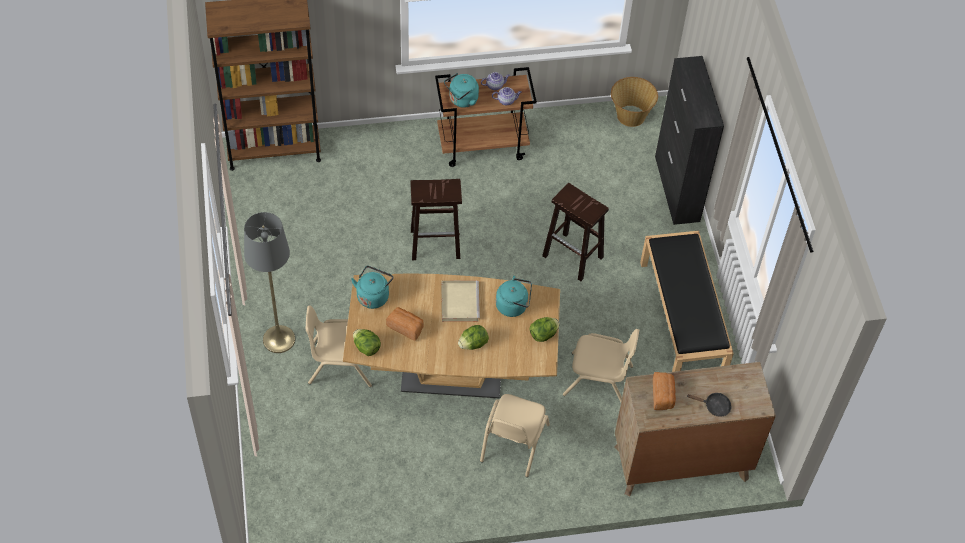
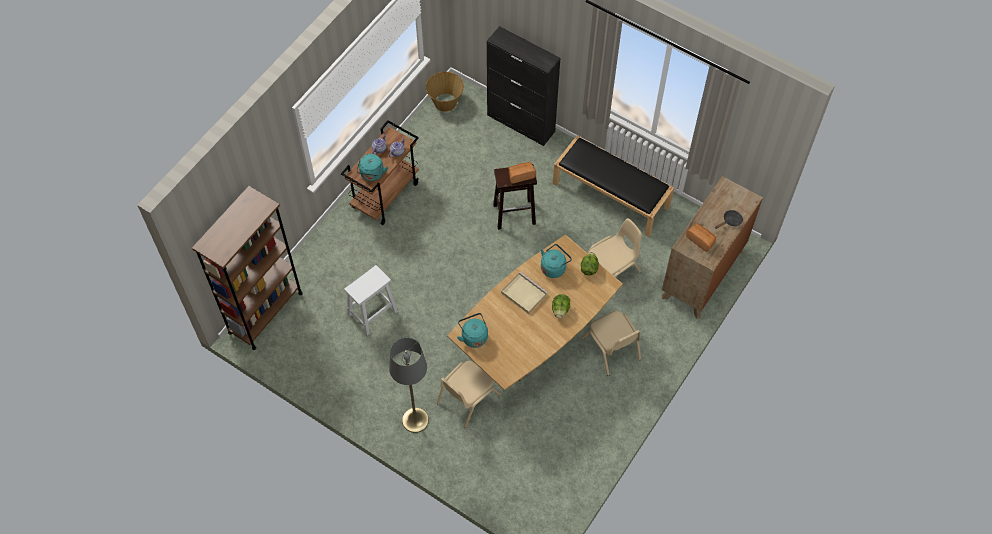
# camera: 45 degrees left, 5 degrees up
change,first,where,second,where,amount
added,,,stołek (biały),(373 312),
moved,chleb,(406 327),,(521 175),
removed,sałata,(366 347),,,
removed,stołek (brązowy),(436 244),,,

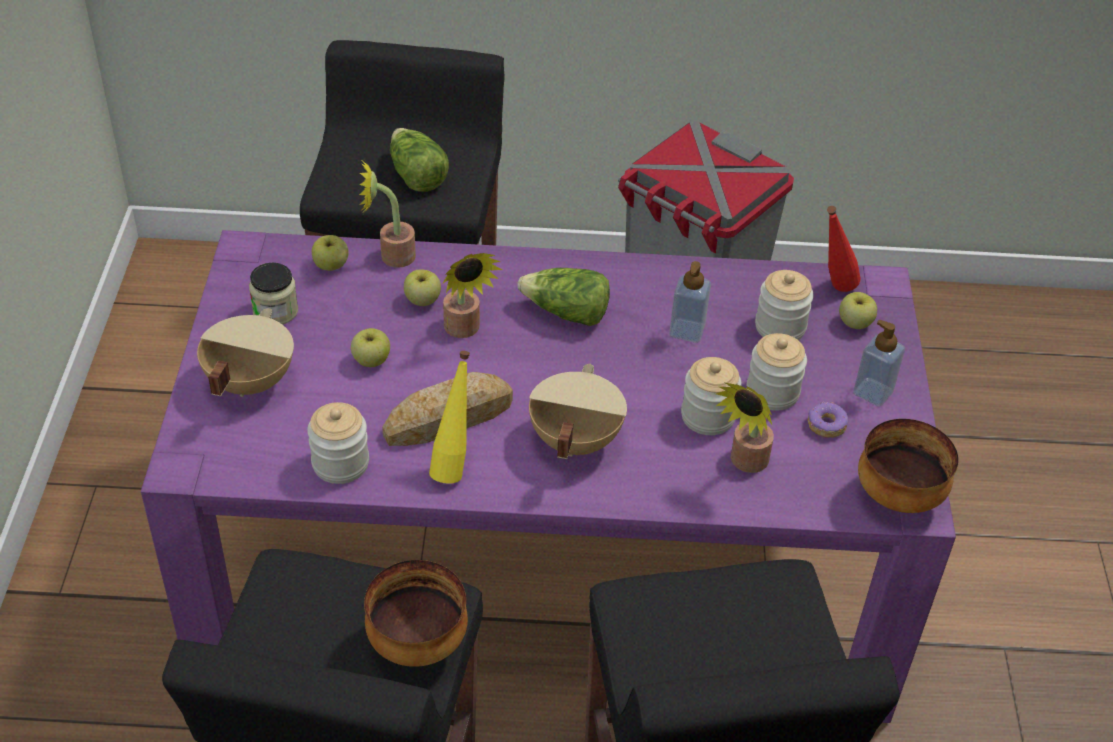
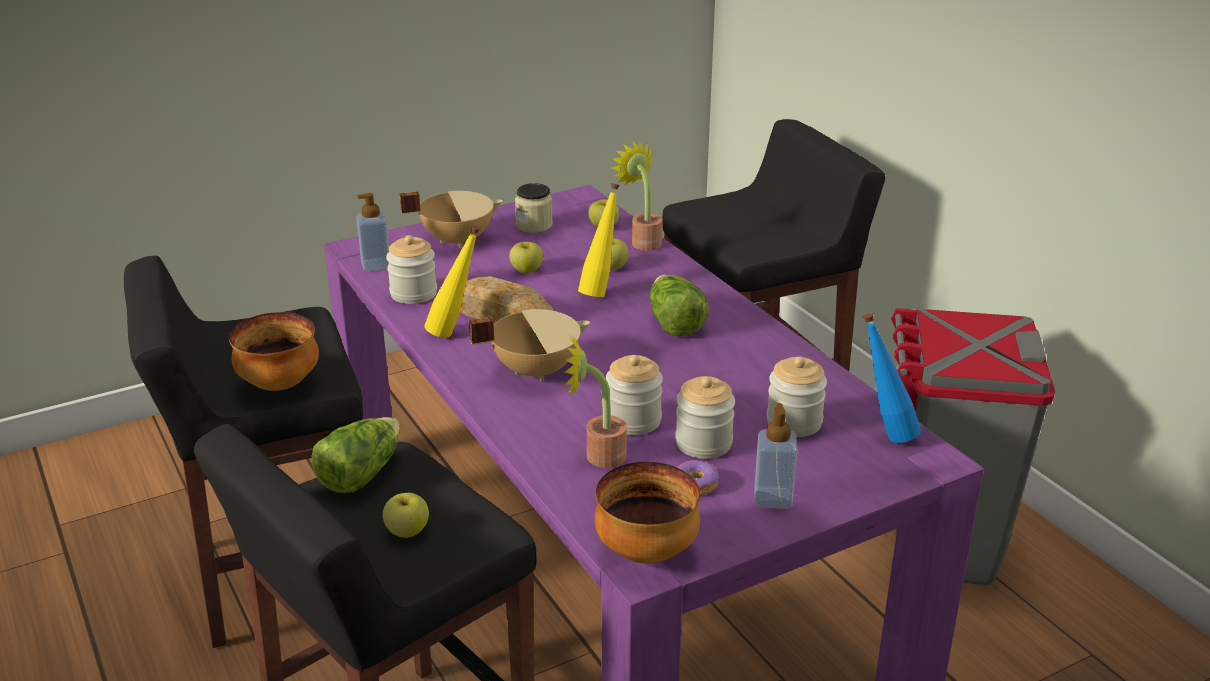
# camera: 60 degrees right, 15 degrees down
change,first,where,second,where,amount
moved,sałata,(416 176),,(360 474),
moved,dozownik mydła,(687 331),,(376 265),
moved,jabłko,(854 323),,(407 531),
replaced,roślina doniczkowa,(464 331),butelka (żółty),(600 291),
recoloured,butelka (czerwony),(832 290),butelka (niebieski),(884 434),

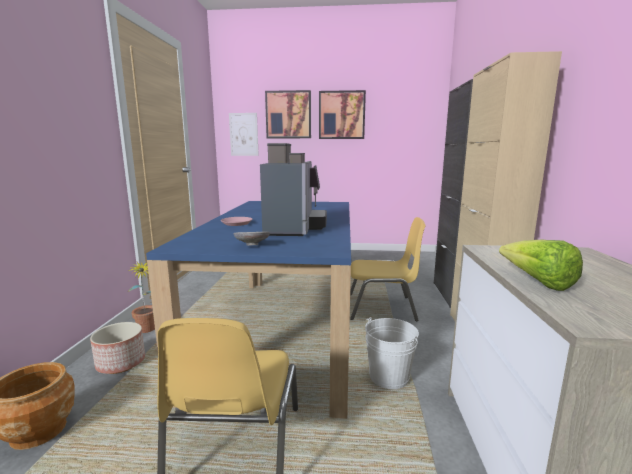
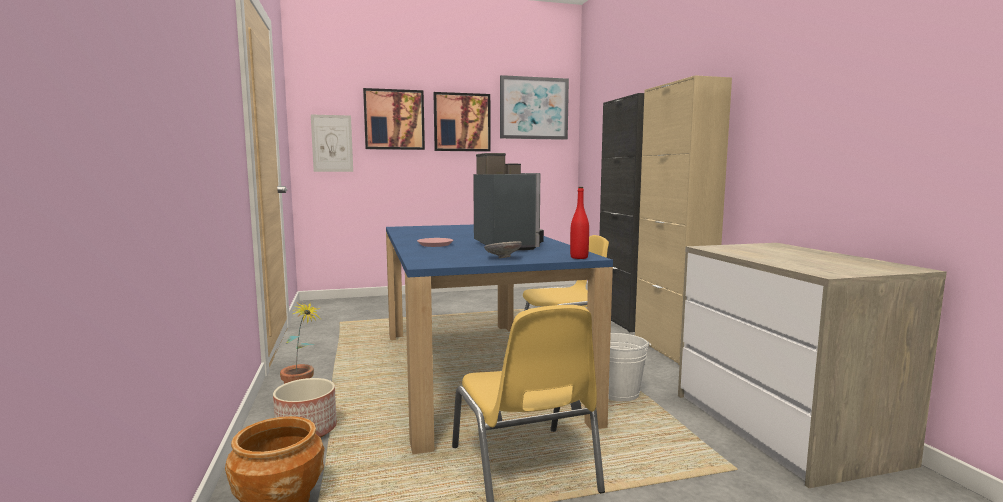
# camera: 20 degrees left, 5 degrees down
change,first,where,second,where,amount
added,,,obraz,(534 108),
added,,,butelka (czerwony),(579 257),
removed,sałata,(537 283),,,

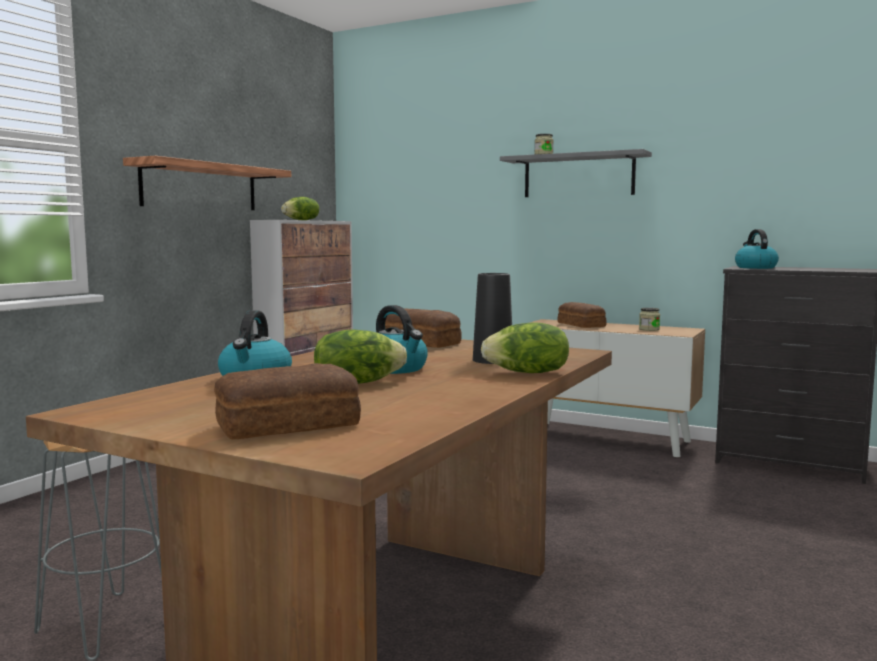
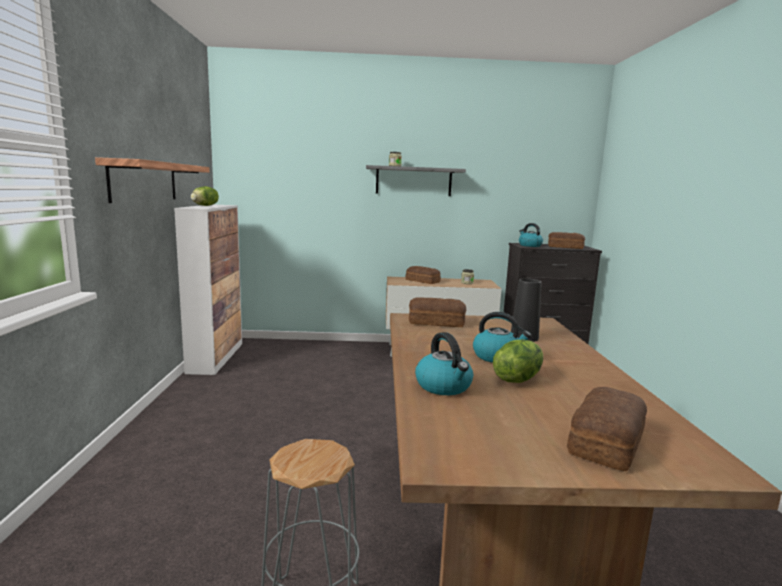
# camera: 30 degrees left, 5 degrees up
change,first,where,second,where,amount
added,,,chleb,(564 247),
removed,sałata,(528 373),,,

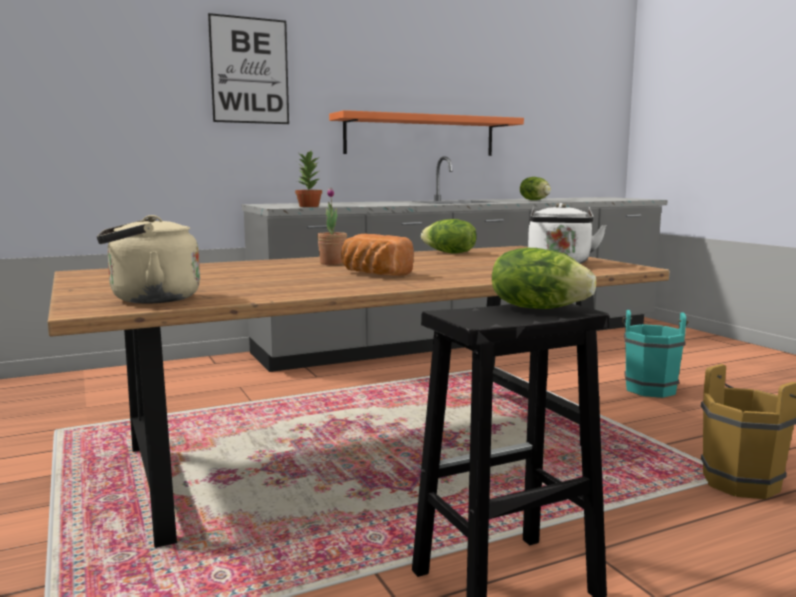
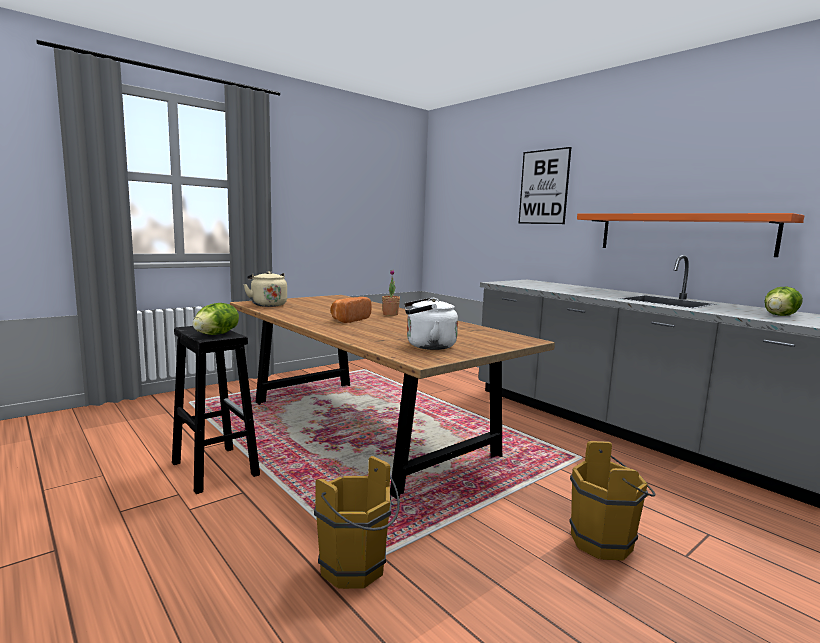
# camera: 75 degrees right, 0 degrees up
change,first,where,second,where,amount
recoloured,wiadro (turkusowy),(650 388),wiadro (brązowy),(606 542),
removed,roślina doniczkowa,(308 206),,,
removed,sałata,(449 253),,,

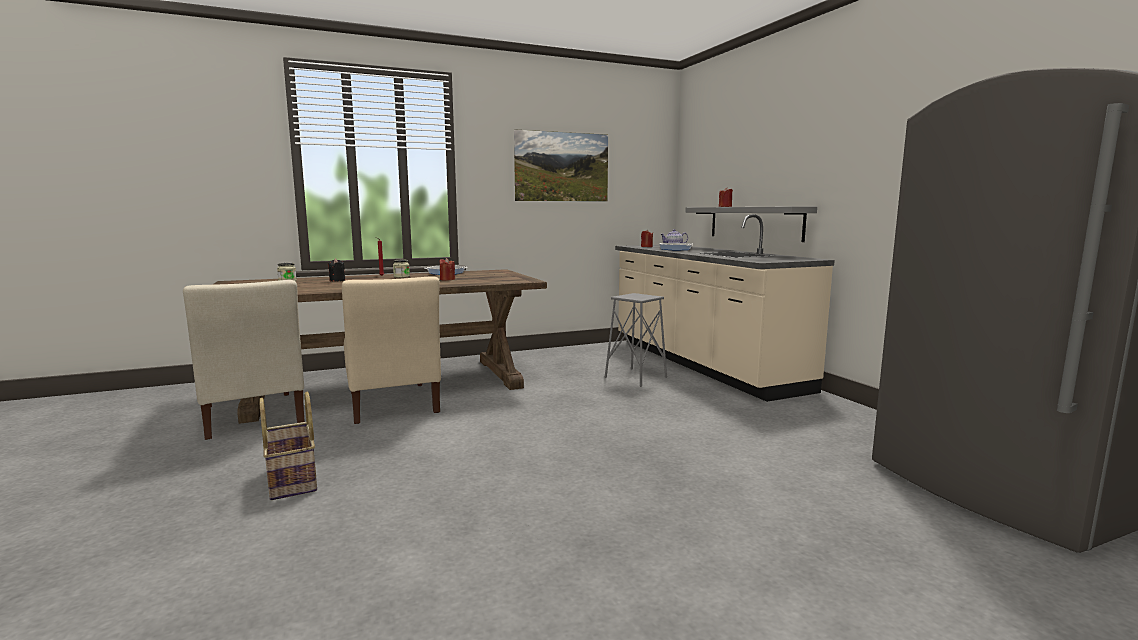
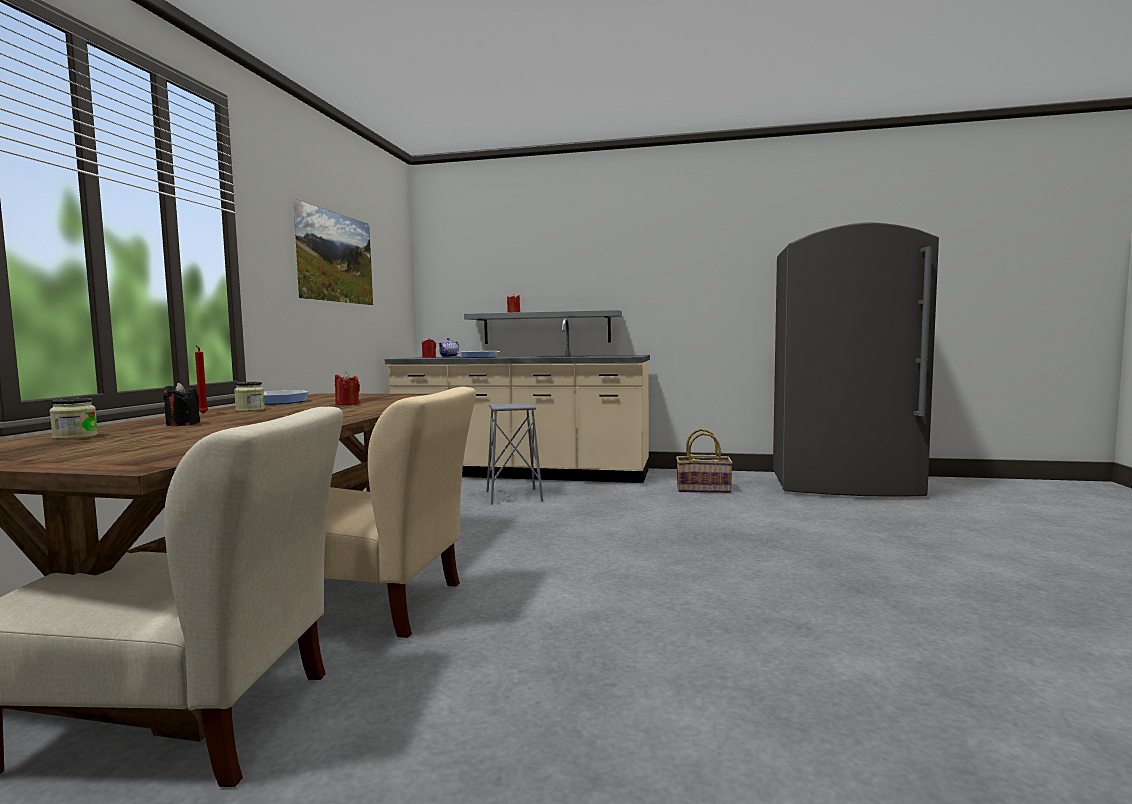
# camera: 55 degrees left, 5 degrees down
change,first,where,second,where,amount
moved,koszyk,(293 480),,(703 489),

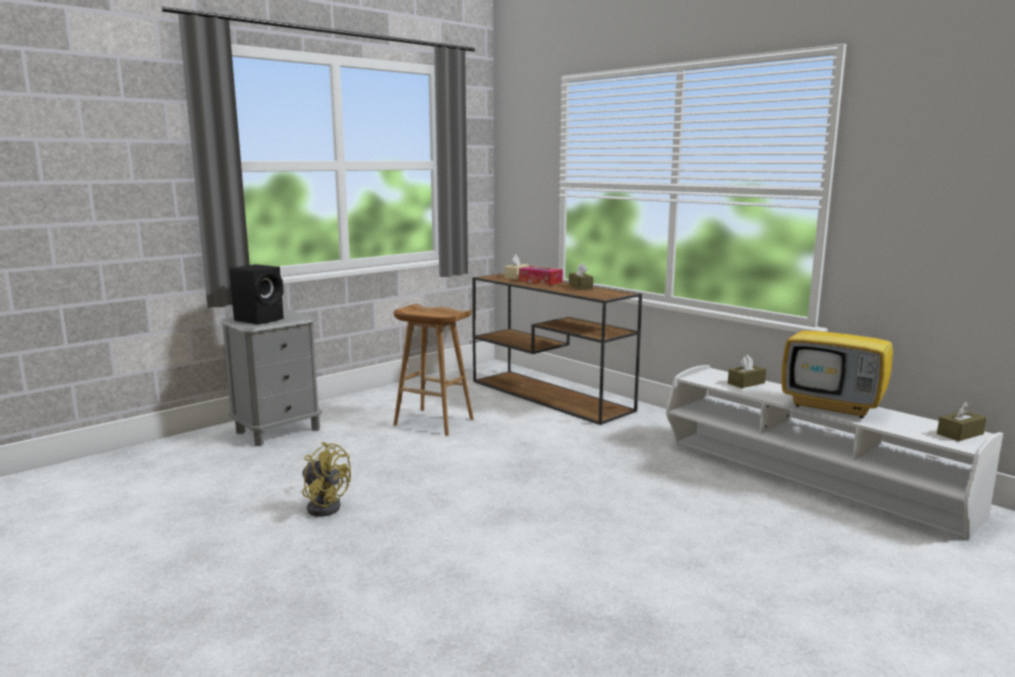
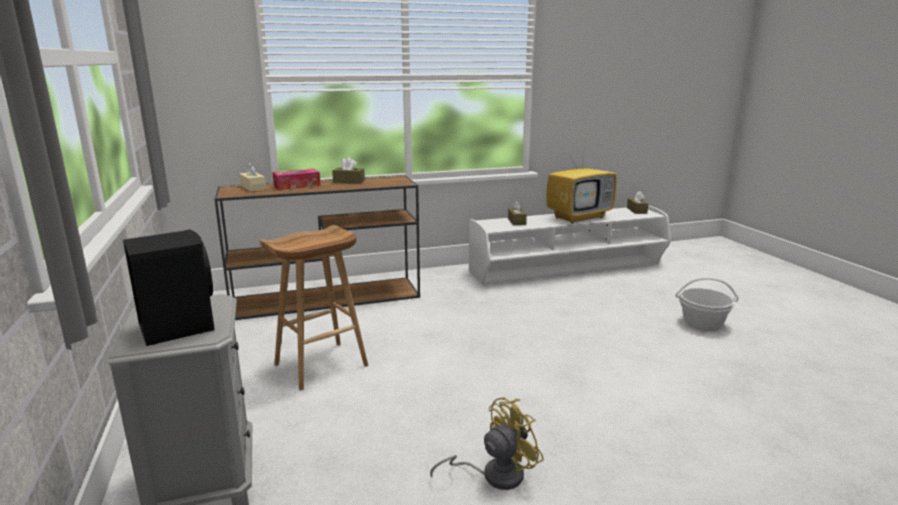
# camera: 65 degrees left, 5 degrees up
change,first,where,second,where,amount
added,,,koszyk,(702 323),

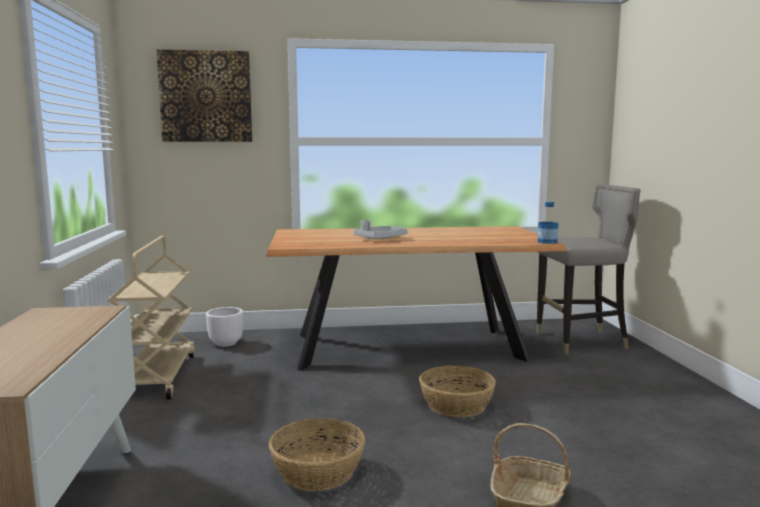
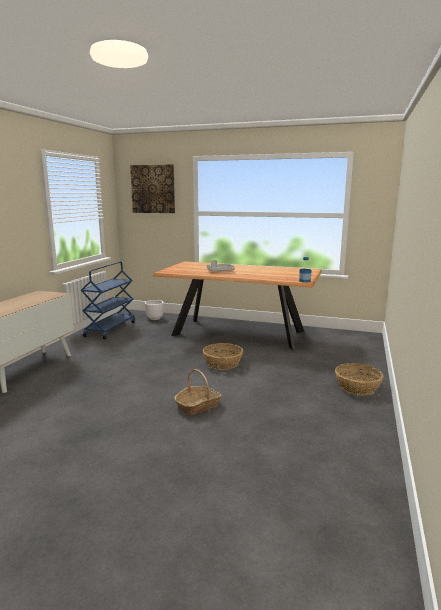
# camera: 25 degrees right, 5 degrees up
change,first,where,second,where,amount
recoloured,wózek (beżowy),(158 376),wózek (niebieski),(110 329),
moved,koszyk,(317 471),,(357 387),
removed,stołek (szary),(582 342),,,

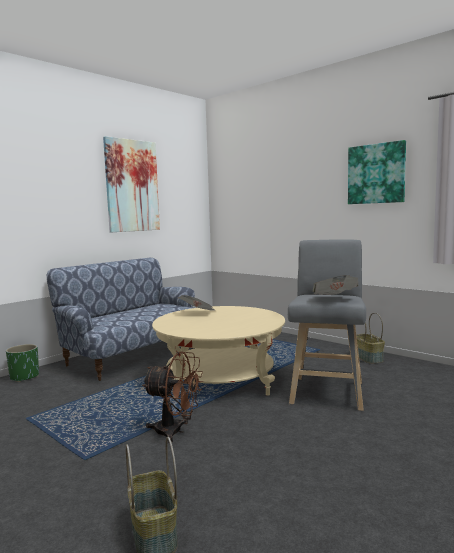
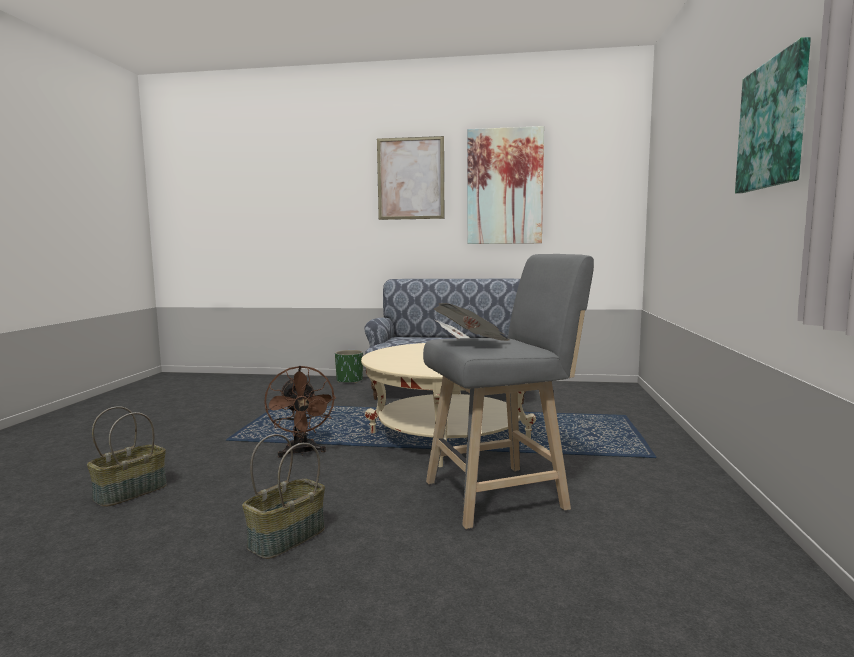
# camera: 55 degrees right, 0 degrees up
change,first,where,second,where,amount
moved,koszyk,(368 358),,(287 538),
added,,,obraz,(410 178),

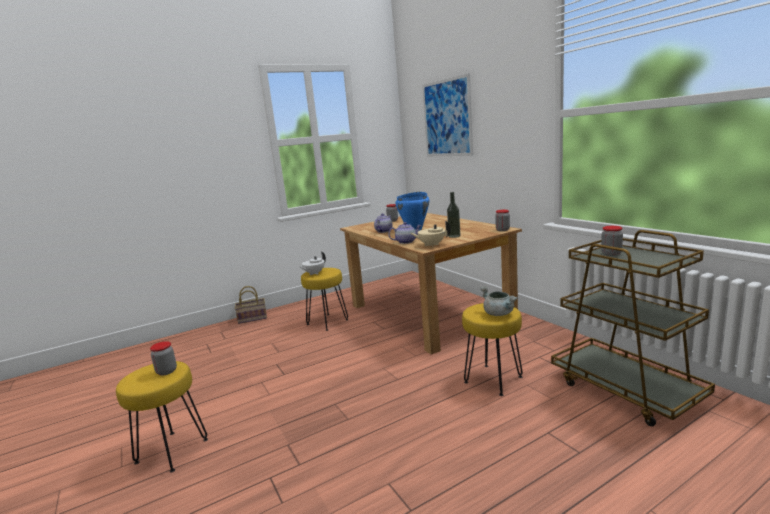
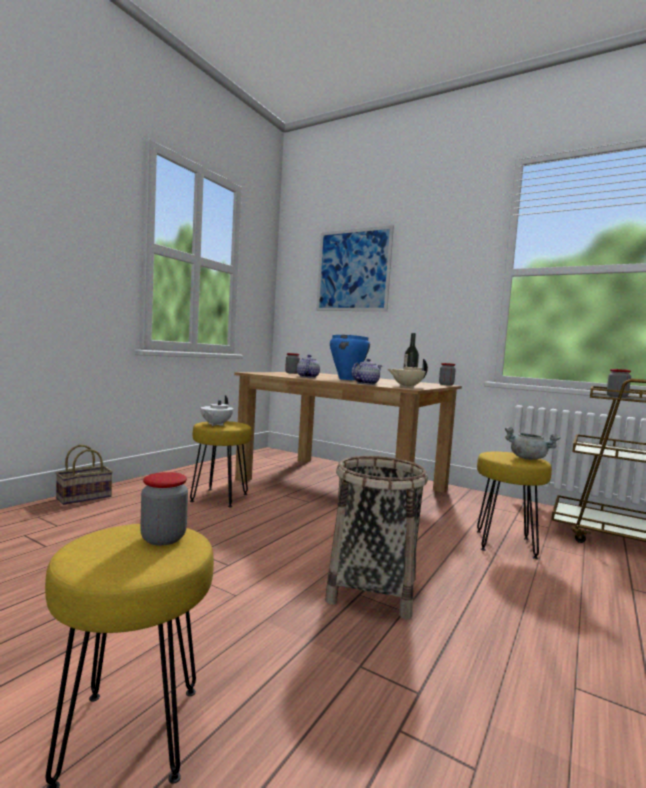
# camera: 30 degrees left, 10 degrees down
change,first,where,second,where,amount
added,,,koszyk,(373 590),

